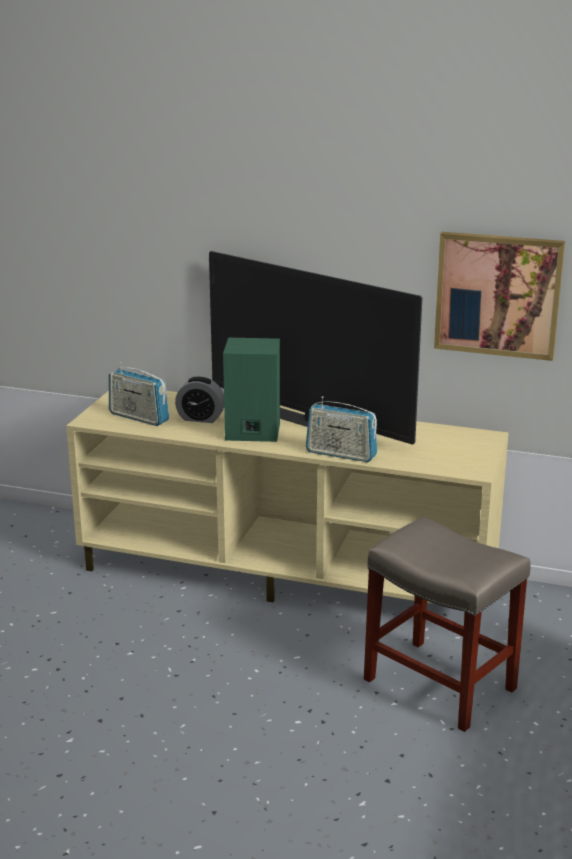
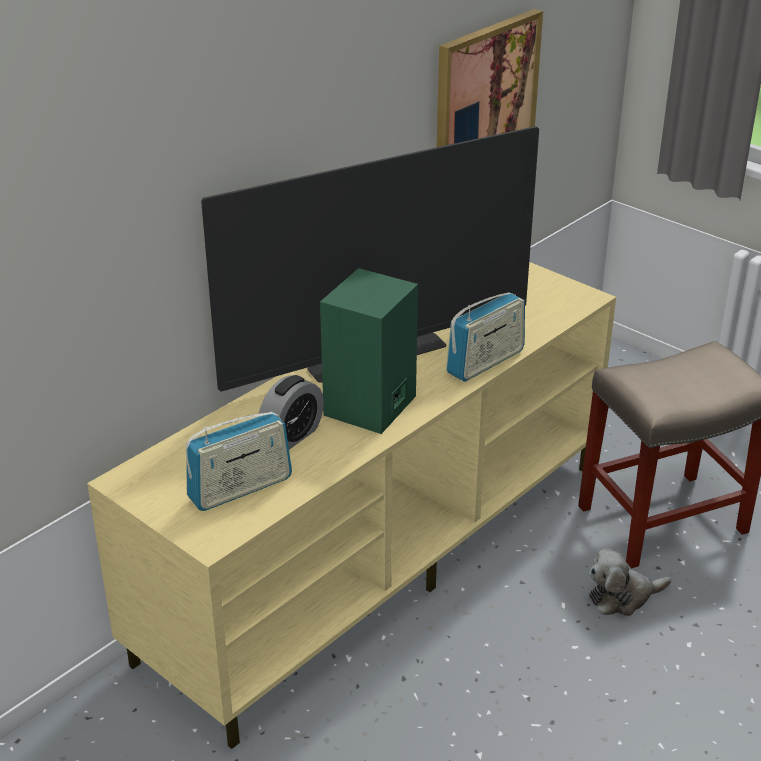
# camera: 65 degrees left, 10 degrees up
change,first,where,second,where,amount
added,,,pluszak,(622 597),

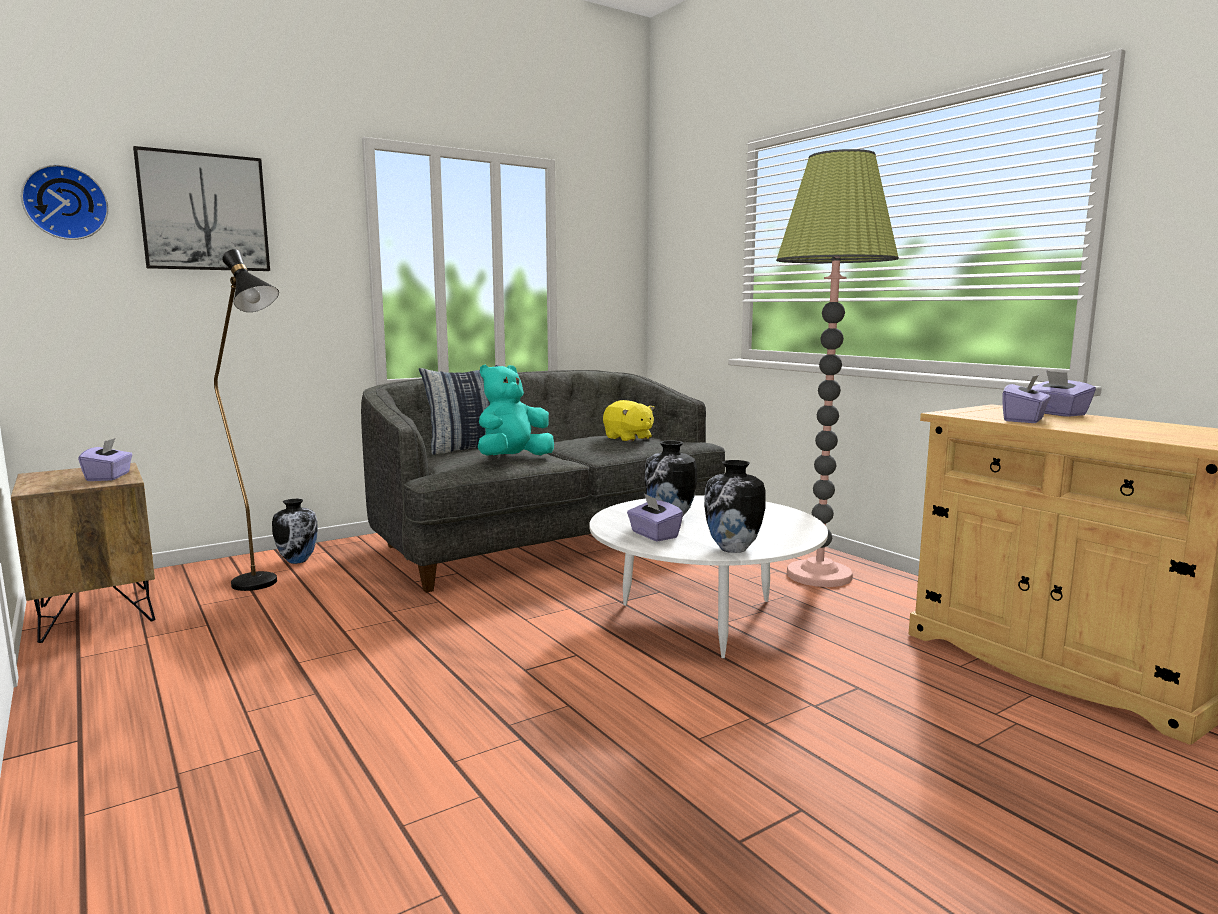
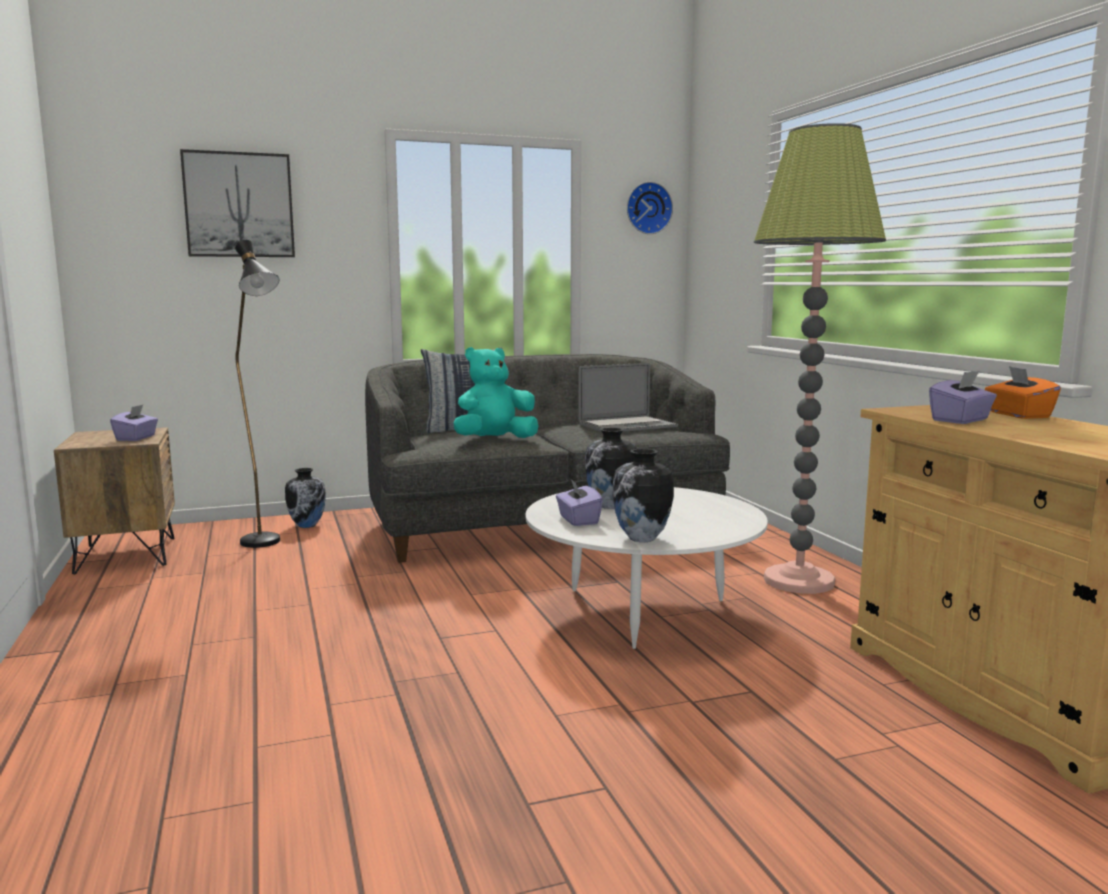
# camera: 15 degrees right, 0 degrees up
change,first,where,second,where,amount
replaced,pluszak (żółty),(628 438),laptop,(627 425),
moved,zegar ścienny,(65 203),,(648 208),
recoloured,pudełko chusteczek (fioletowy),(1055 413),pudełko chusteczek (pomarańczowy),(1018 415),

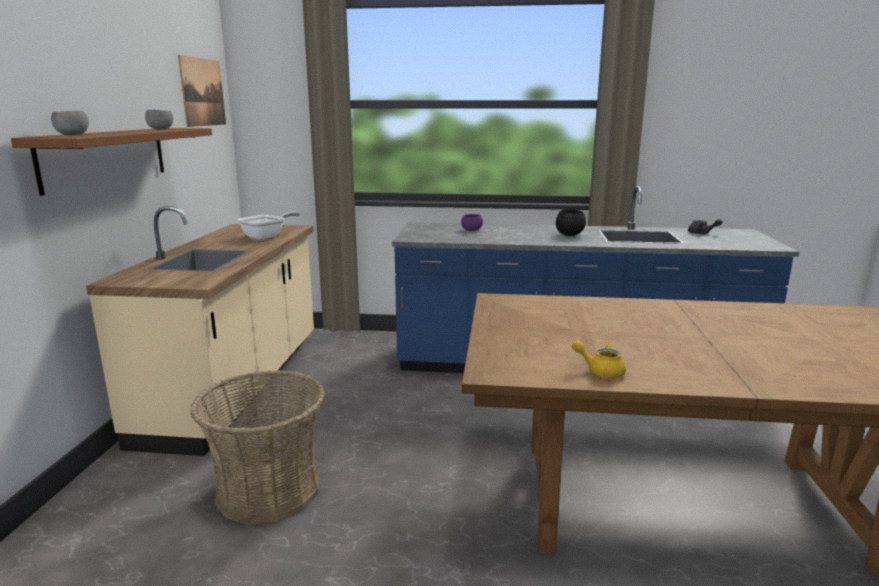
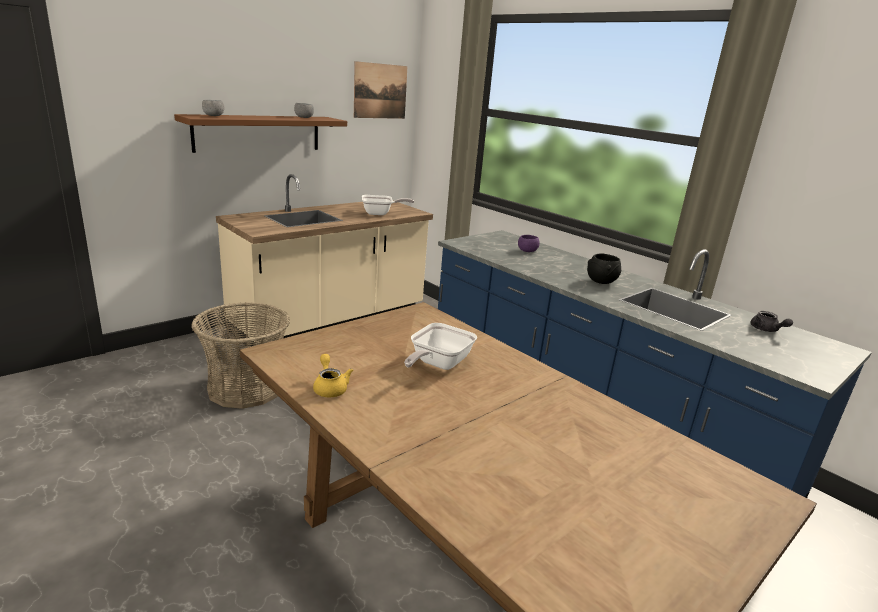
# camera: 40 degrees right, 5 degrees up
change,first,where,second,where,amount
added,,,patelnia,(437 364),

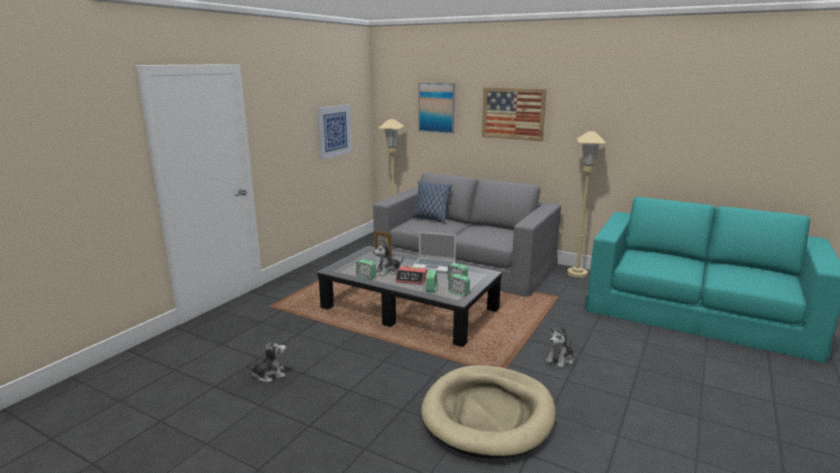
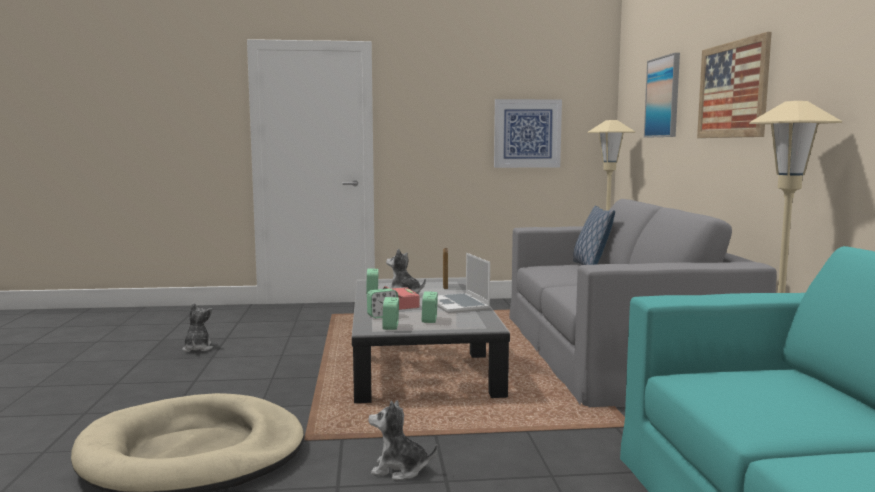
# camera: 55 degrees right, 10 degrees down
change,first,where,second,where,amount
turned,pluszak,(269 375),,(197 348),135 degrees counterclockwise

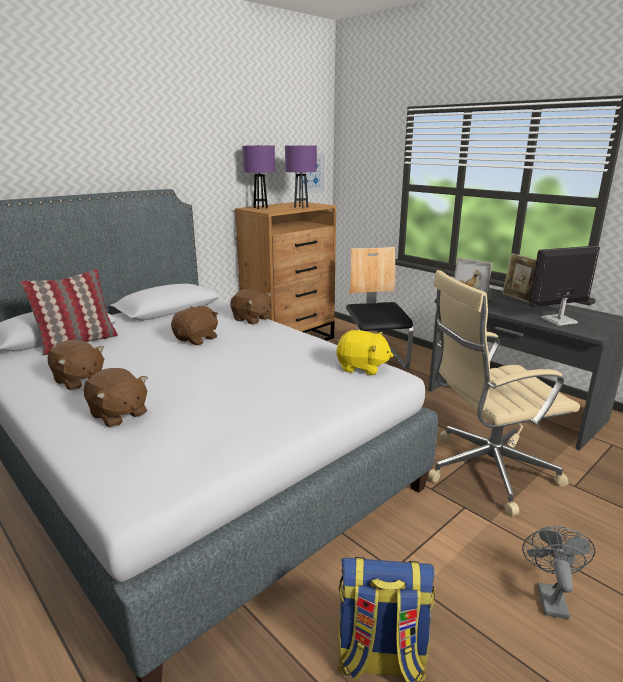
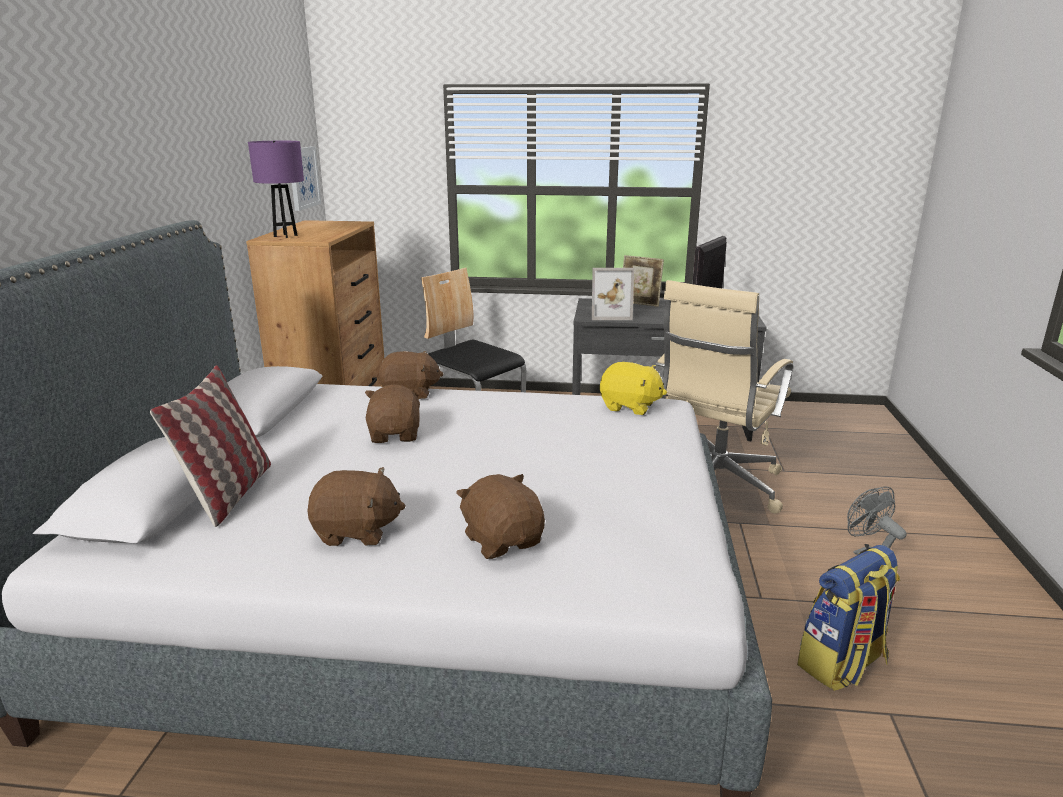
# camera: 40 degrees left, 0 degrees up
change,first,where,second,where,amount
turned,pluszak (brązowy),(118 415),,(503 541),120 degrees counterclockwise
turned,pluszak (żółty),(362 367),,(630 406),45 degrees clockwise
removed,lampa stołowa (fioletowy),(301 207),,,

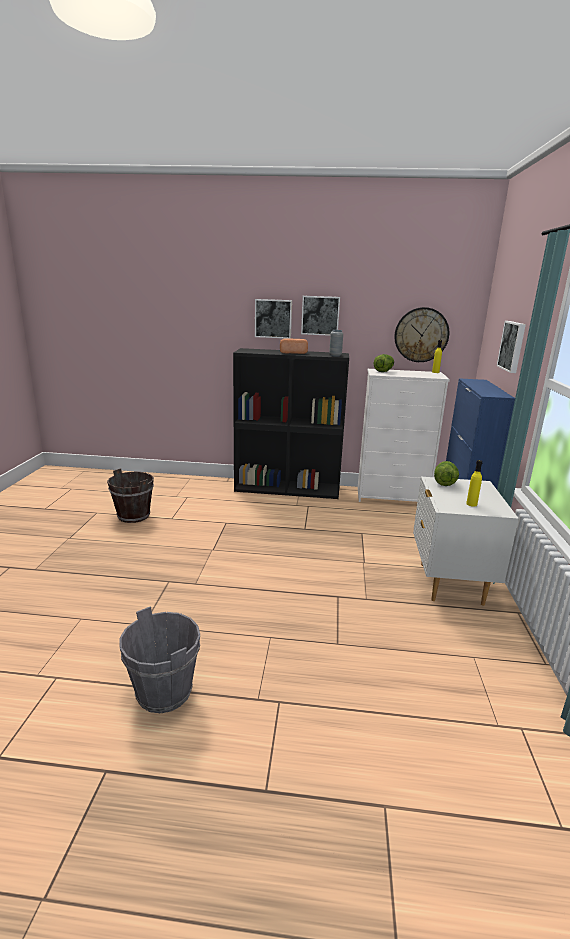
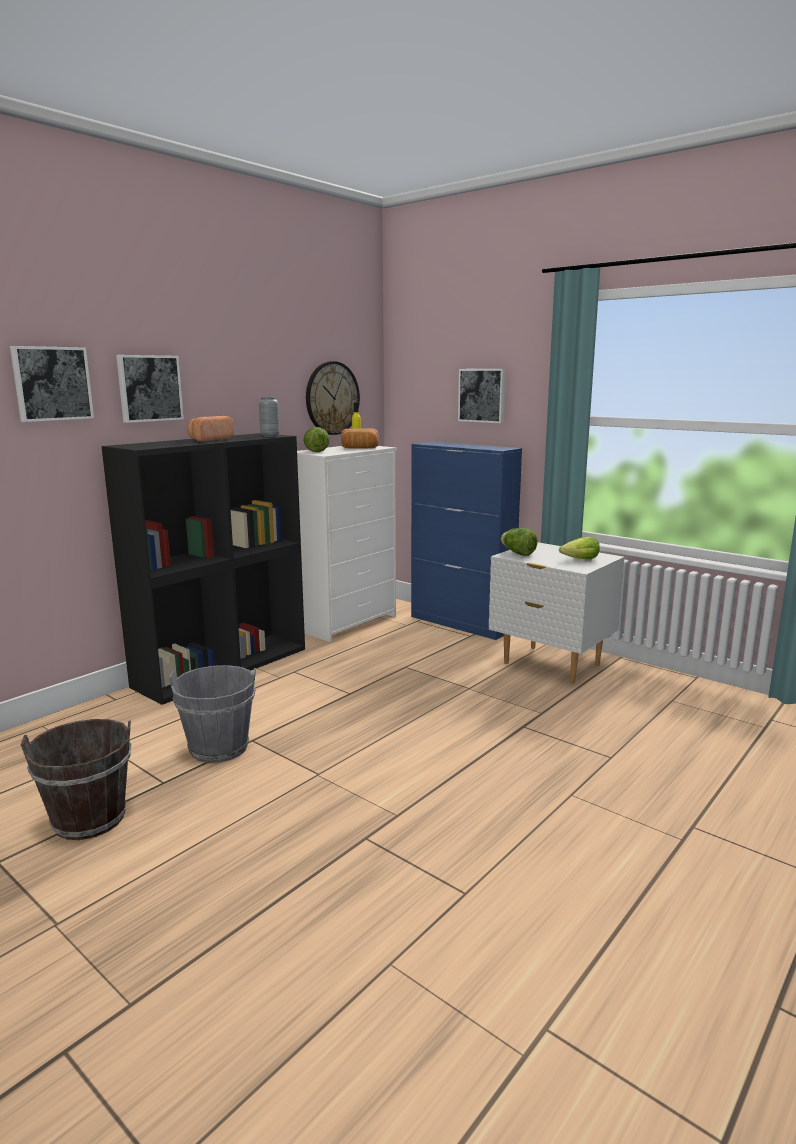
# camera: 55 degrees left, 5 degrees down
change,first,where,second,where,amount
moved,obraz,(320 315),,(52 383),
moved,wiadro (szary),(163 692),,(218 748),
added,,,chleb,(359 448),
replaced,butelka (żółty),(471 504),sałata,(580 560),

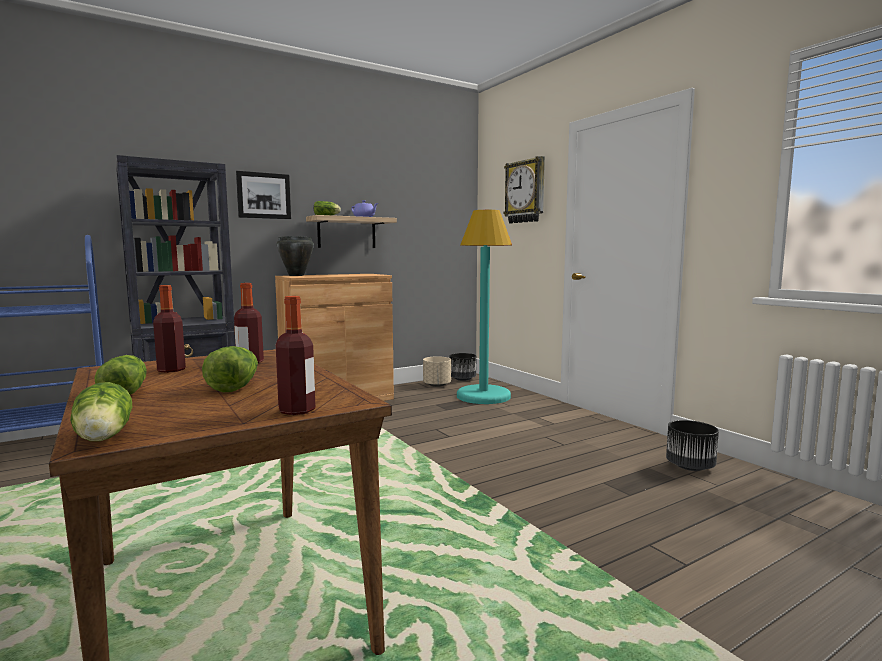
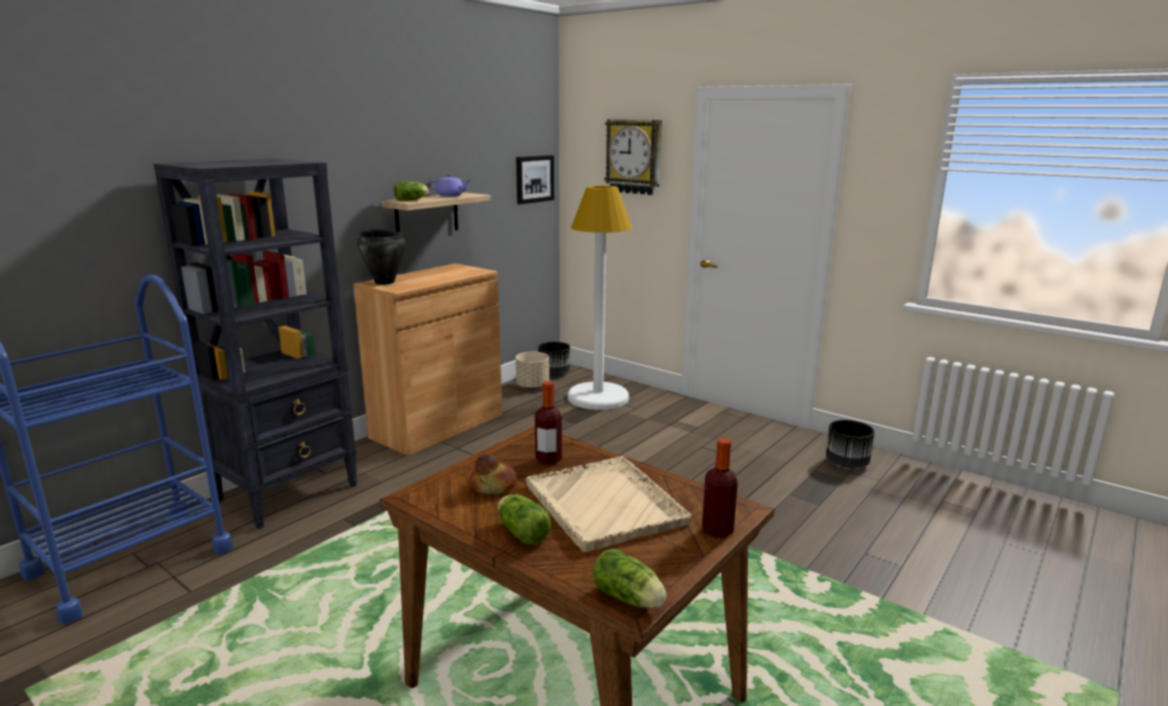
# camera: 20 degrees left, 10 degrees up
change,first,where,second,where,amount
replaced,butelka,(171 370),chleb,(493 486),
moved,obraz,(263 195),,(534 179),
replaced,sałata,(234 386),taca (beżowy),(605 505),
recoloured,lampa stojąca (turkusowy),(483 396),lampa stojąca (biały),(598 397),

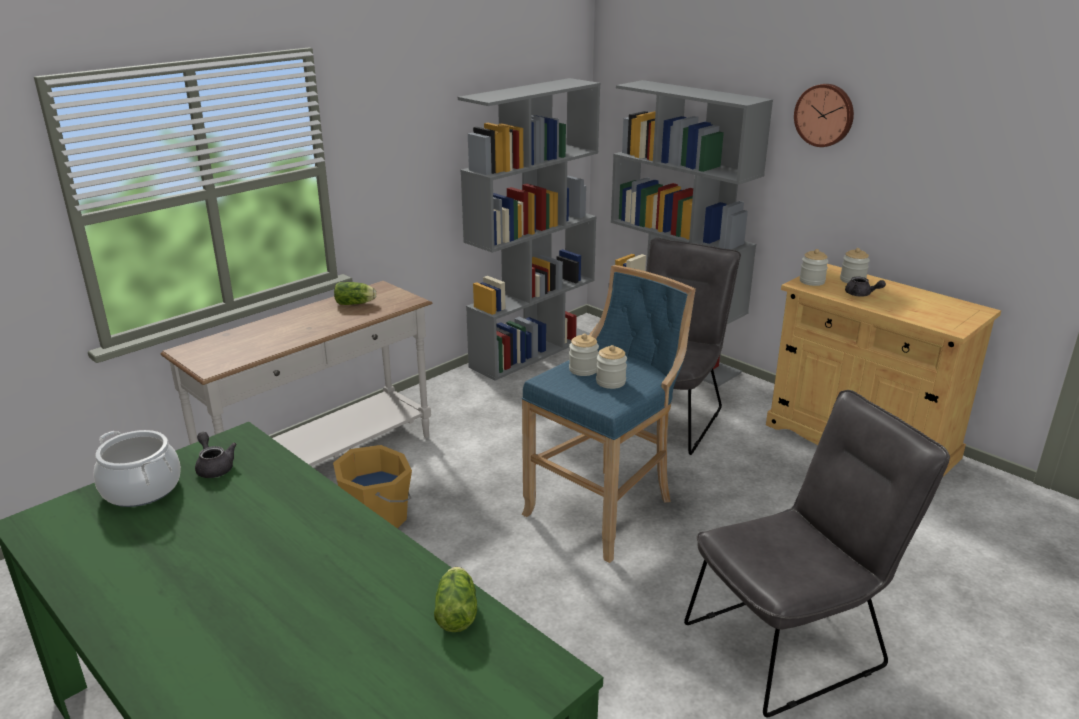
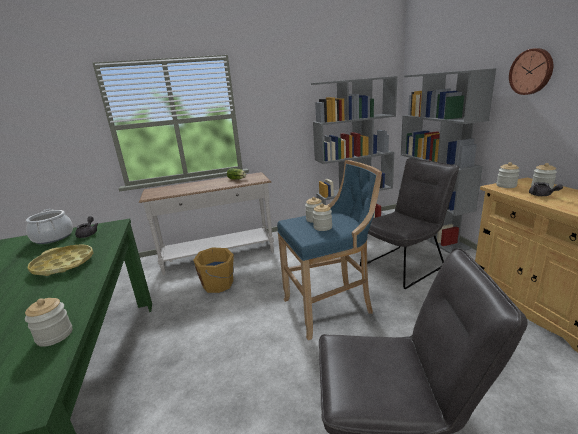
# camera: 30 degrees right, 5 degrees down
change,first,where,second,where,amount
replaced,sałata,(457 610),słoik,(54 335),
added,,,taca (żółty),(63 264),

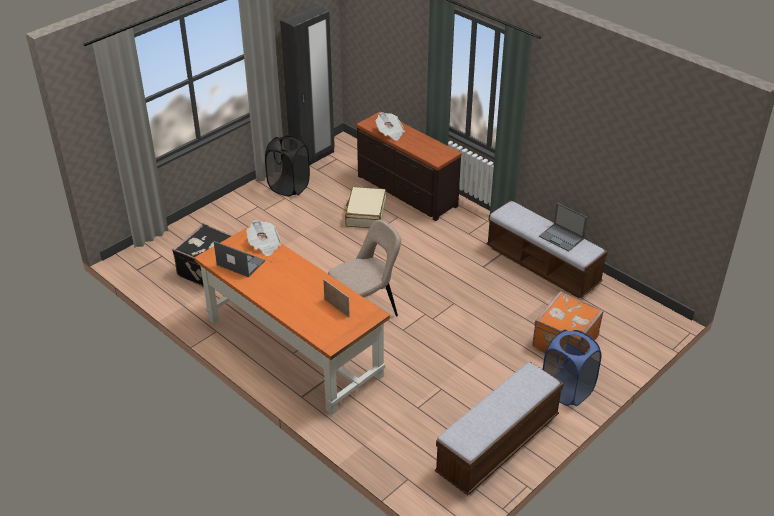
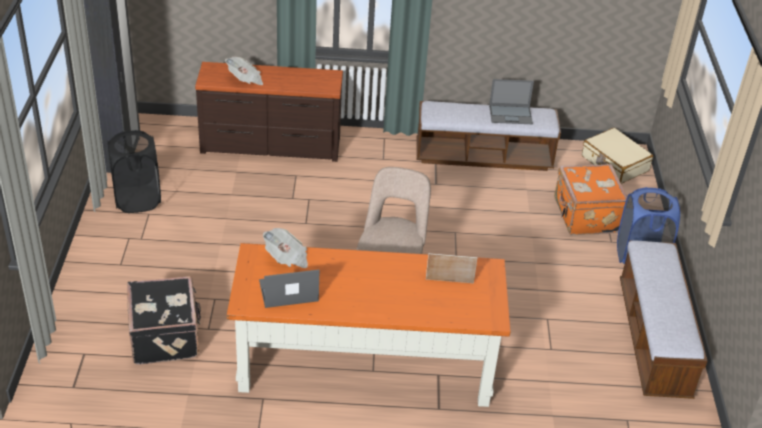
# camera: 45 degrees left, 0 degrees up
change,first,where,second,where,amount
moved,walizka (beżowy),(365 214),,(614 163),

